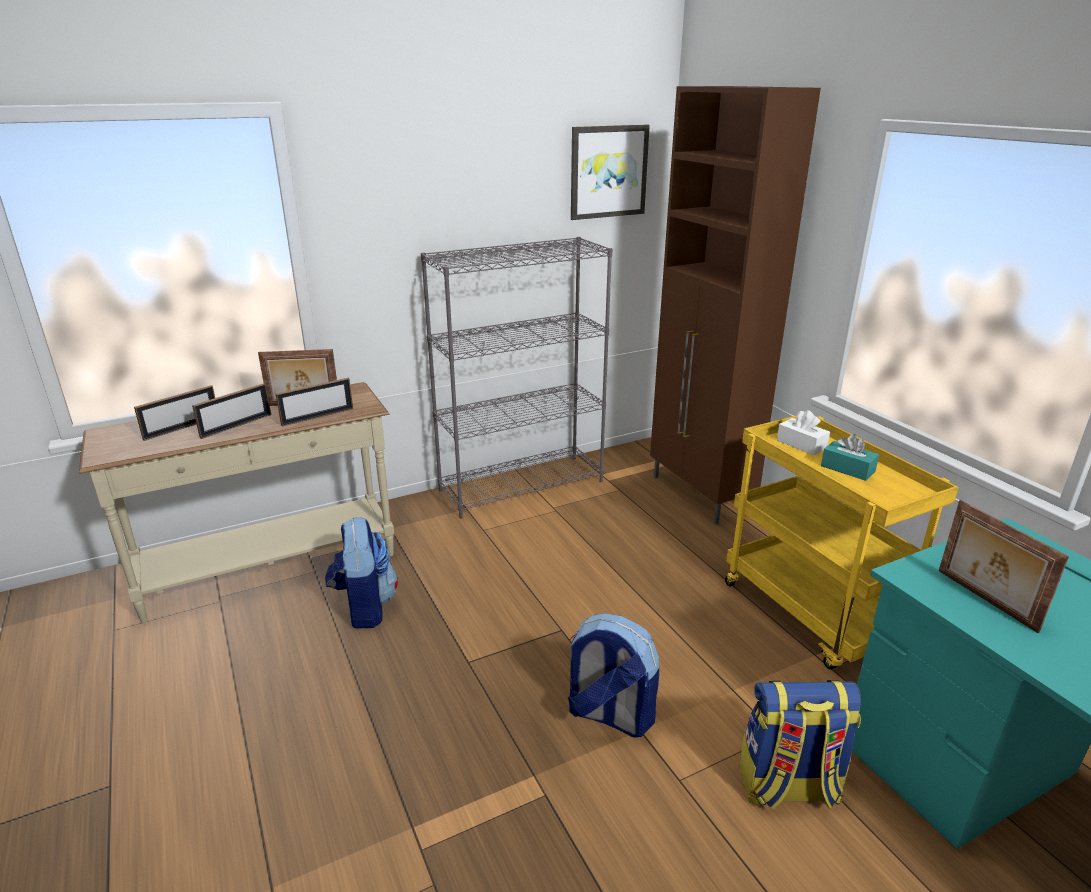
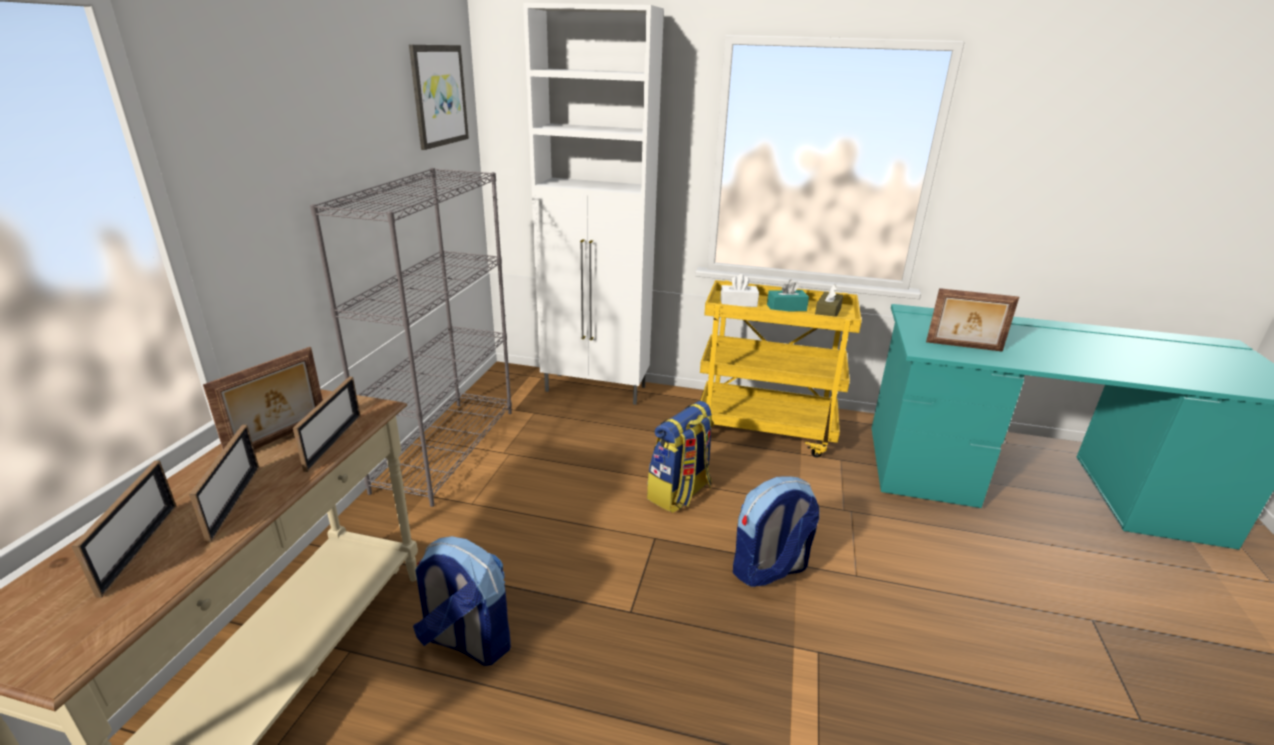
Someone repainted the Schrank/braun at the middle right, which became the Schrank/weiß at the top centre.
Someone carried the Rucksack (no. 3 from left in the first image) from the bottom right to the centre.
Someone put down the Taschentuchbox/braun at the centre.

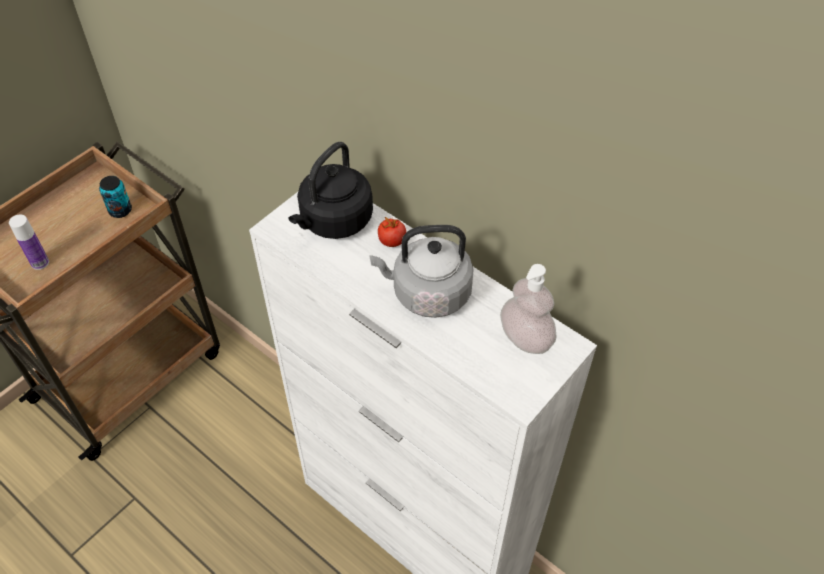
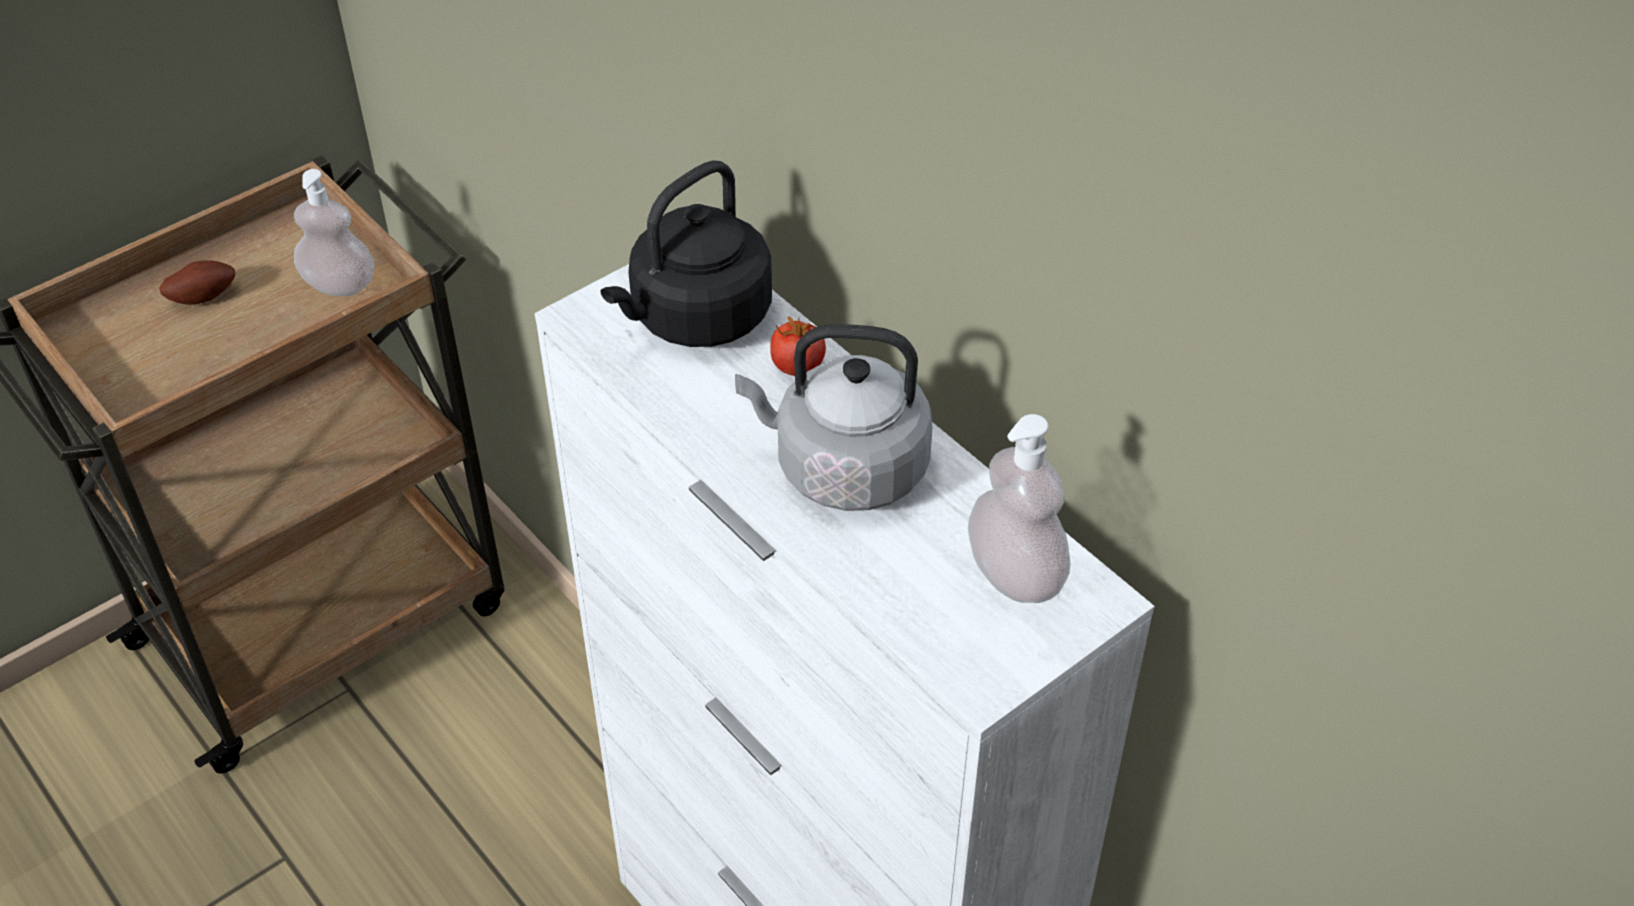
Someone swapped the Dose at the middle left for the Seifenspender (no. 1 from left) at the top left.
Someone took away the Flasche at the middle left.
Someone put down the Kartoffel at the top left.

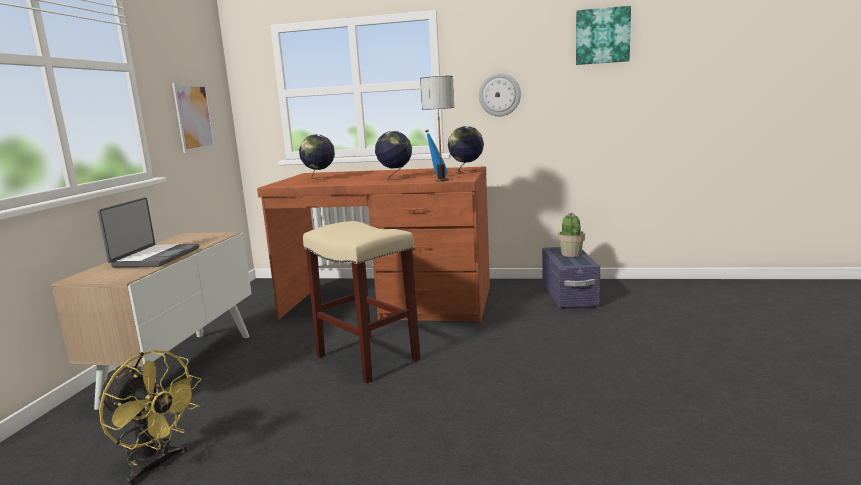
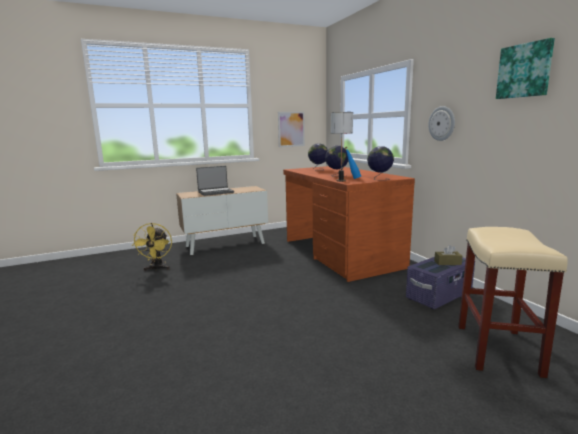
Someone swapped the Topfpflanze at the centre for the Taschentuchbox/braun at the middle right.
Someone carried the Hocker/beige from the centre to the bottom right.

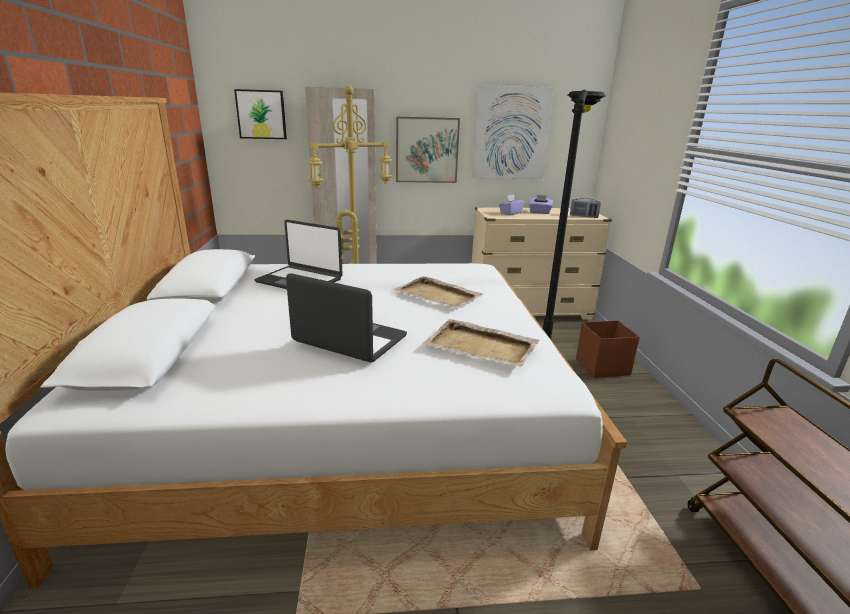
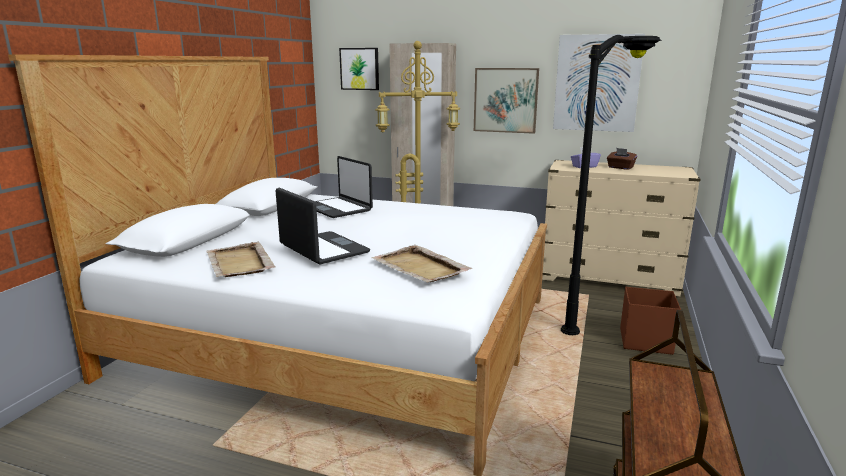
Someone repainted the Taschentuchbox/lila (no. 2 from left) at the top centre, which became the Taschentuchbox/braun at the middle right.
Someone took away the Radio at the middle right.
Someone carried the Tablett/beige (no. 1 from left) from the centre to the middle left.

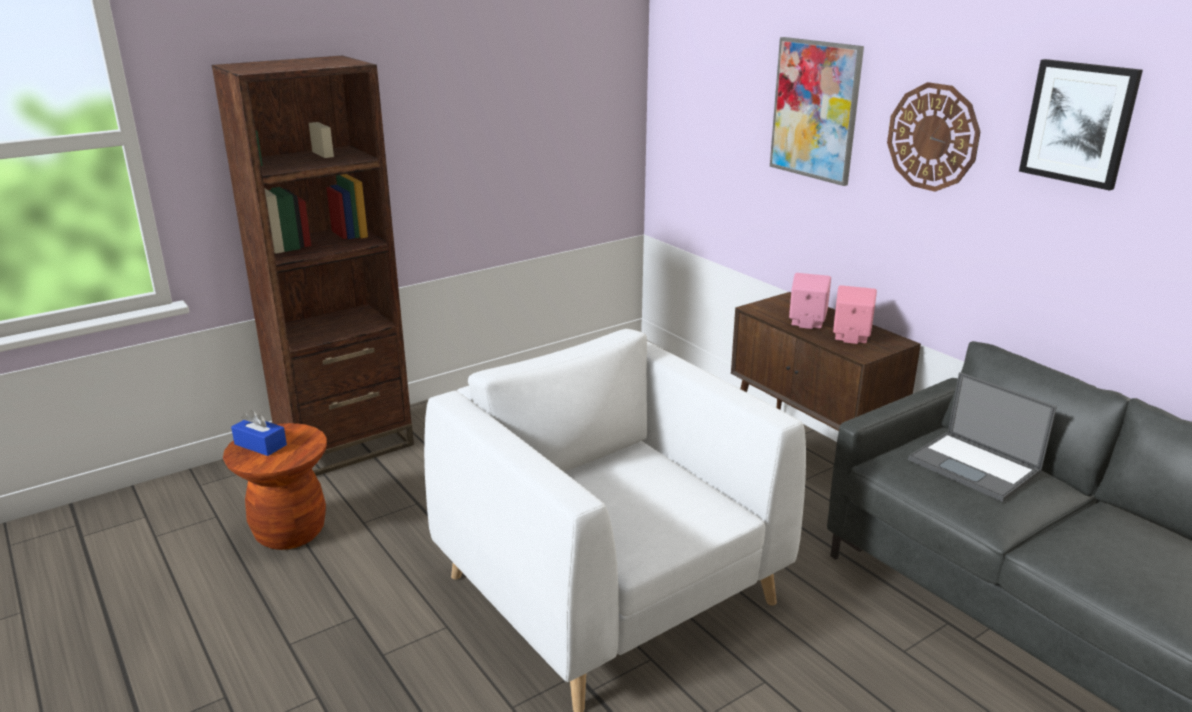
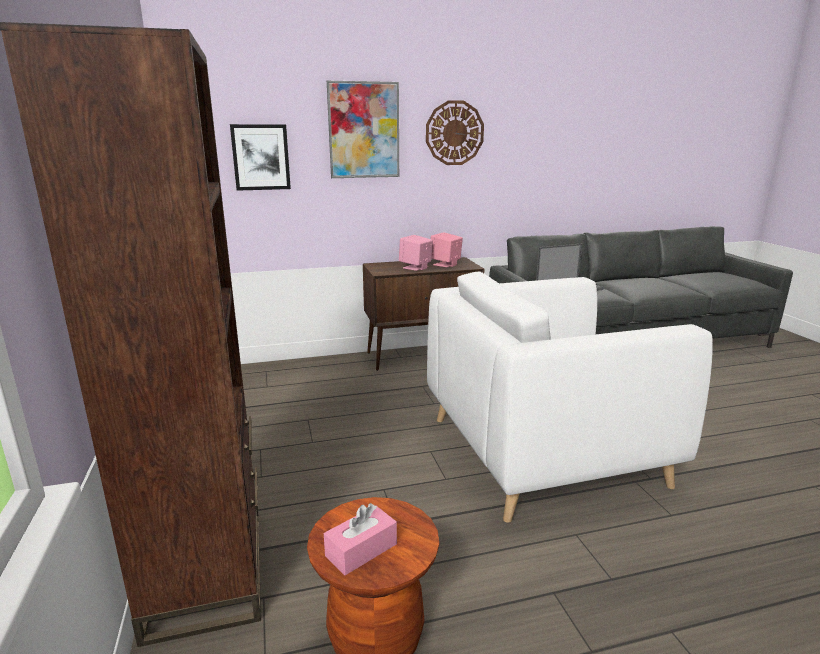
Someone carried the Bild (no. 2 from left in the first image) from the top right to the top left.
Someone repainted the Taschentuchbox/blau at the middle left, which became the Taschentuchbox/rosa at the bottom centre.

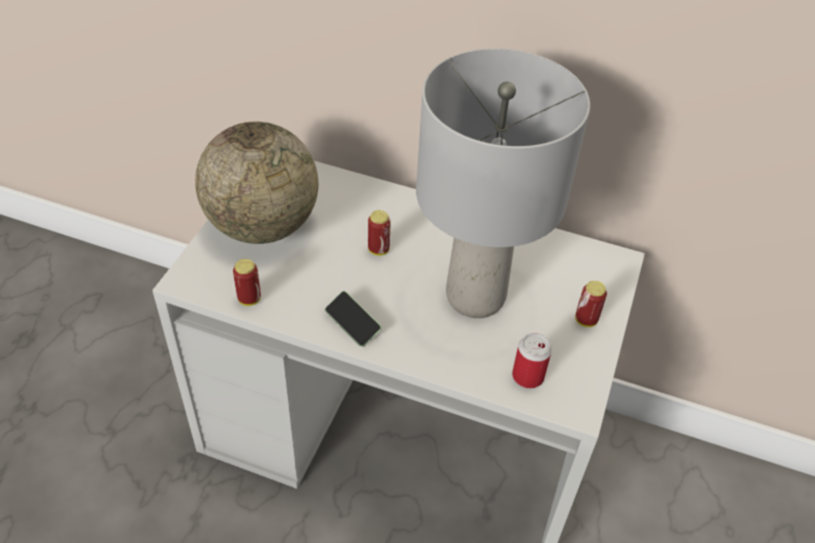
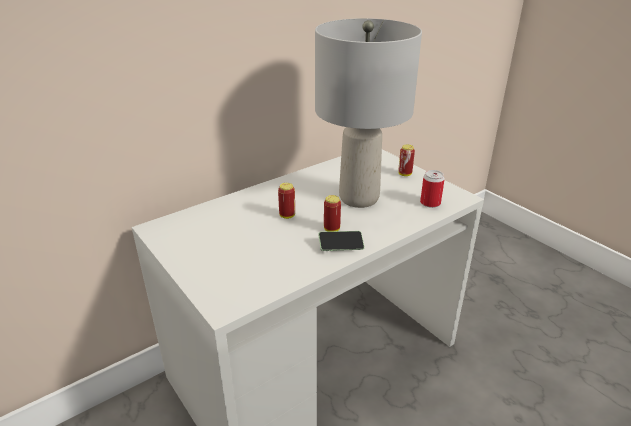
Someone took away the Globus at the middle left.
Someone carried the Dose (no. 1 from left in the first image) from the middle left to the centre.

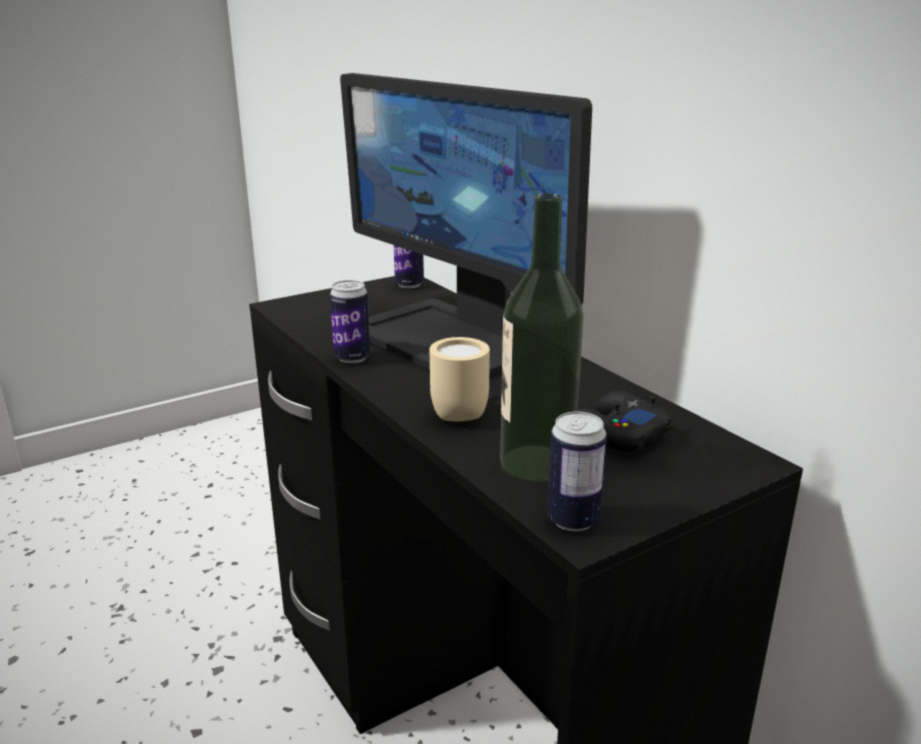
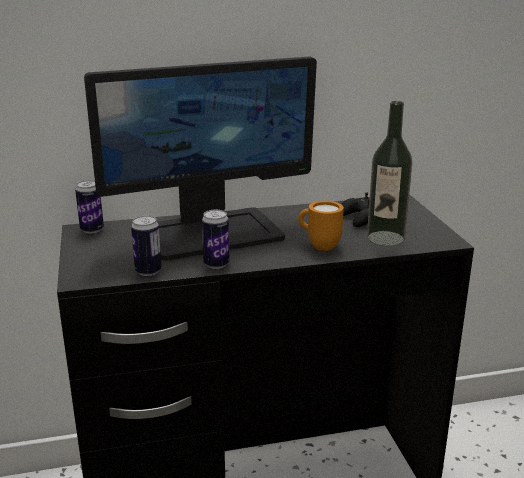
Someone repainted the Henkelbecher/beige at the centre, which became the Henkelbecher/orange at the centre.
Someone carried the Dose (no. 3 from left in the first image) from the centre to the middle left.

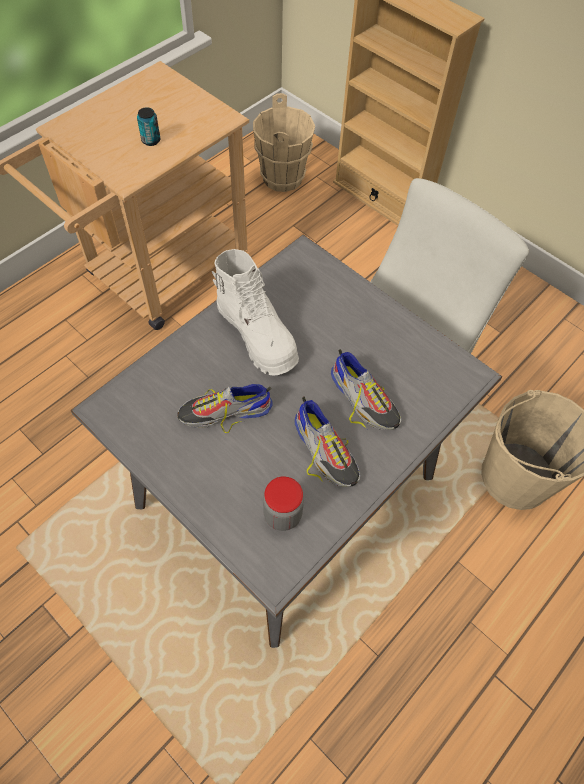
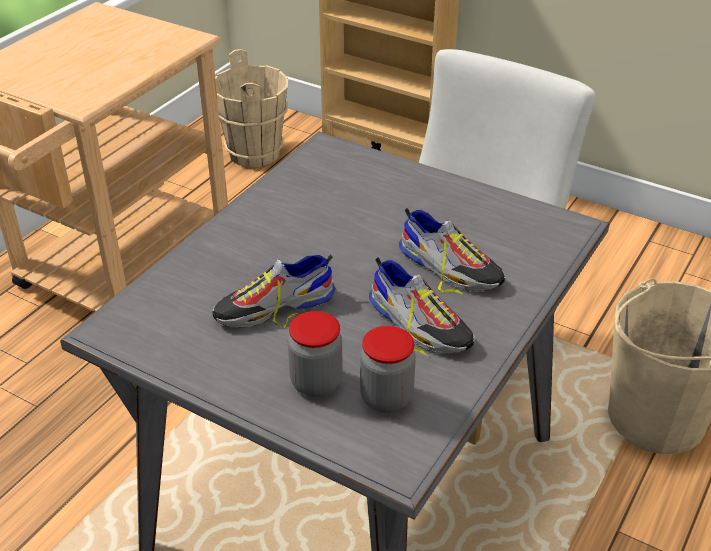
Someone took away the Dose at the top left.
Someone took away the Stiefel/weiß at the centre.
Someone put down the Vorratsglas (no. 1 from left) at the centre.

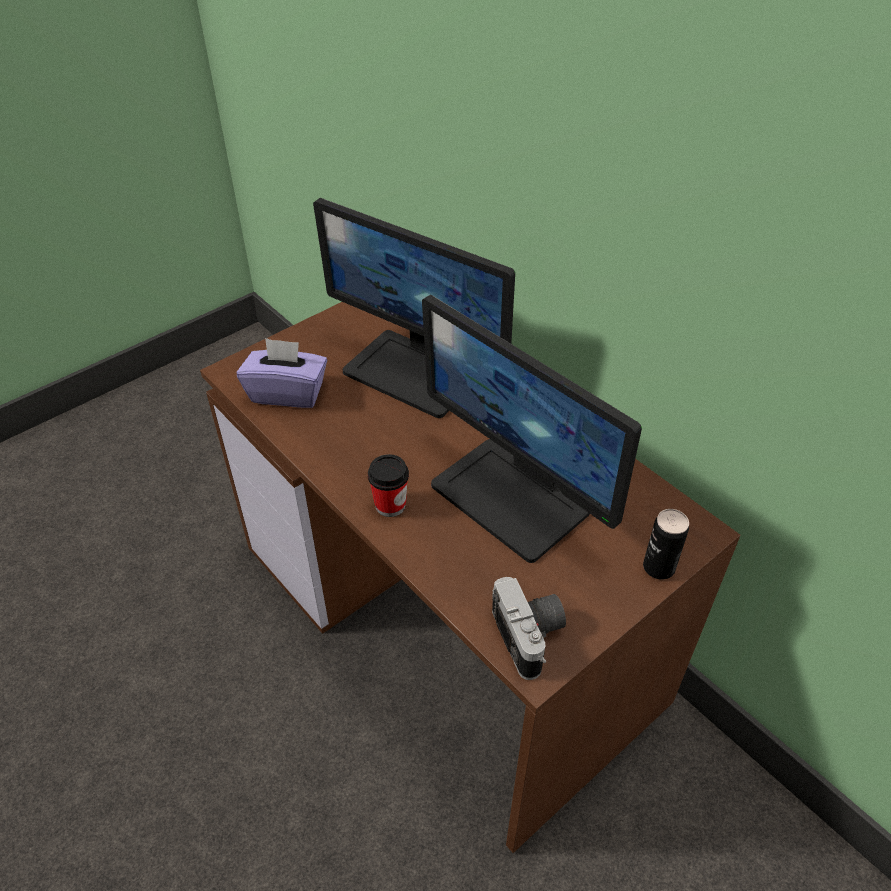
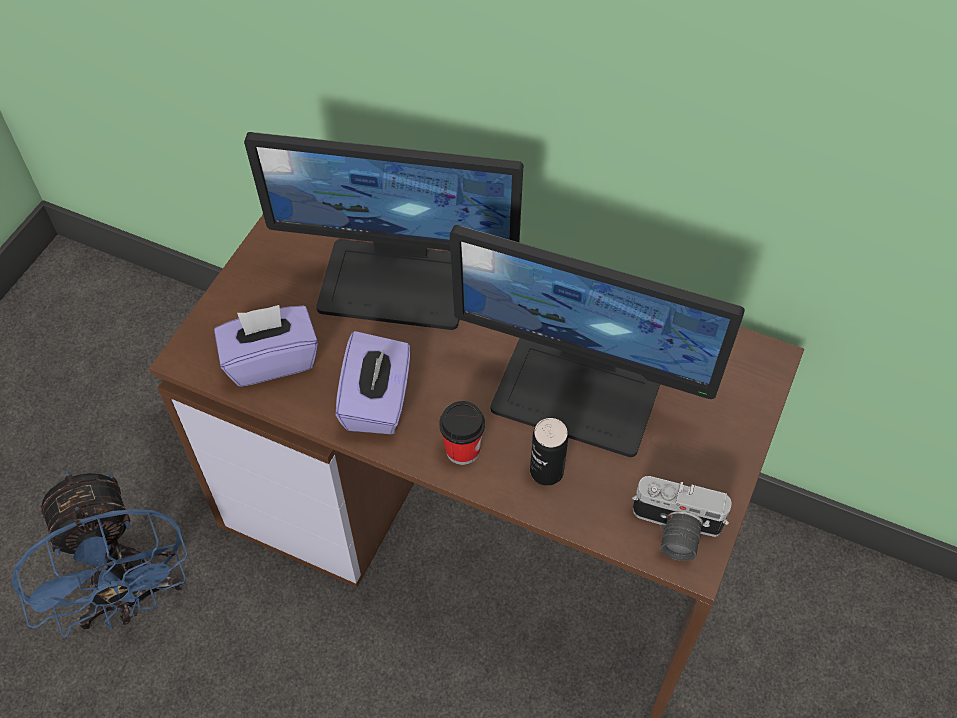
Someone carried the Dose from the middle right to the centre.
Someone rotated the Kamera at the bottom centre by 150 degrees clockwise.
Someone put down the Taschentuchbox/lila (no. 2 from left) at the centre.
Someone put down the Ventilator/blau at the bottom left.

